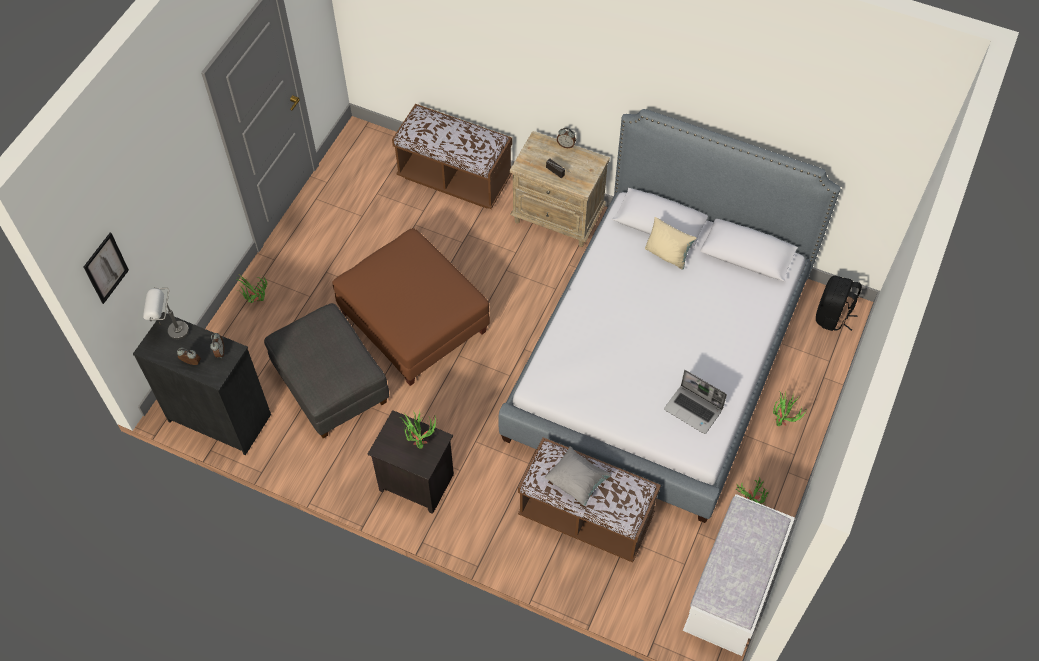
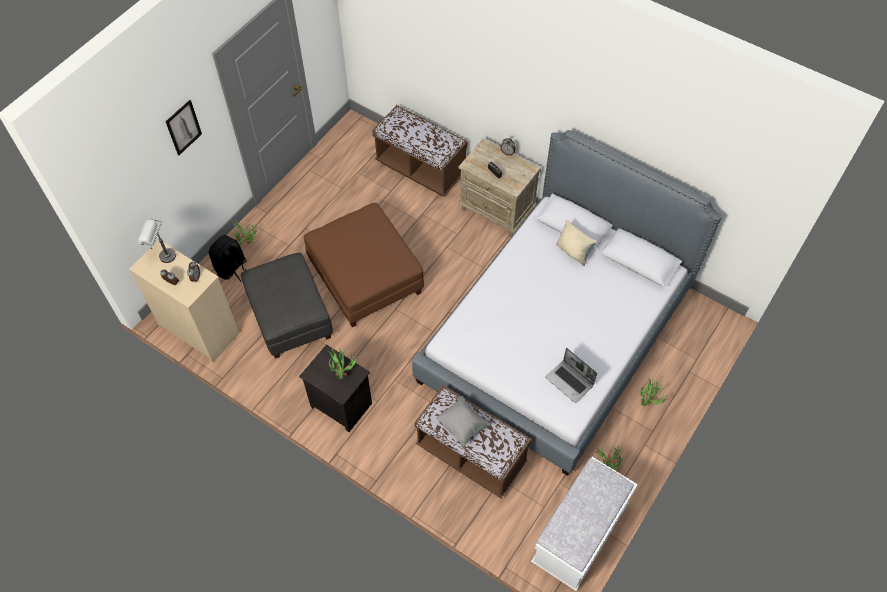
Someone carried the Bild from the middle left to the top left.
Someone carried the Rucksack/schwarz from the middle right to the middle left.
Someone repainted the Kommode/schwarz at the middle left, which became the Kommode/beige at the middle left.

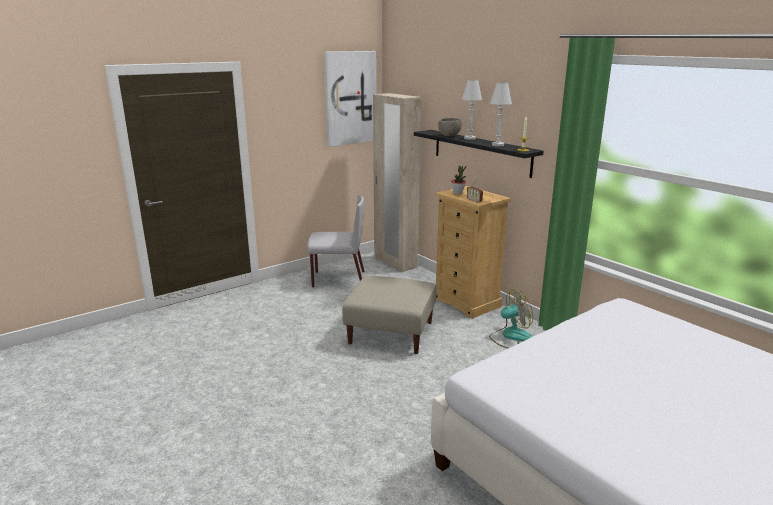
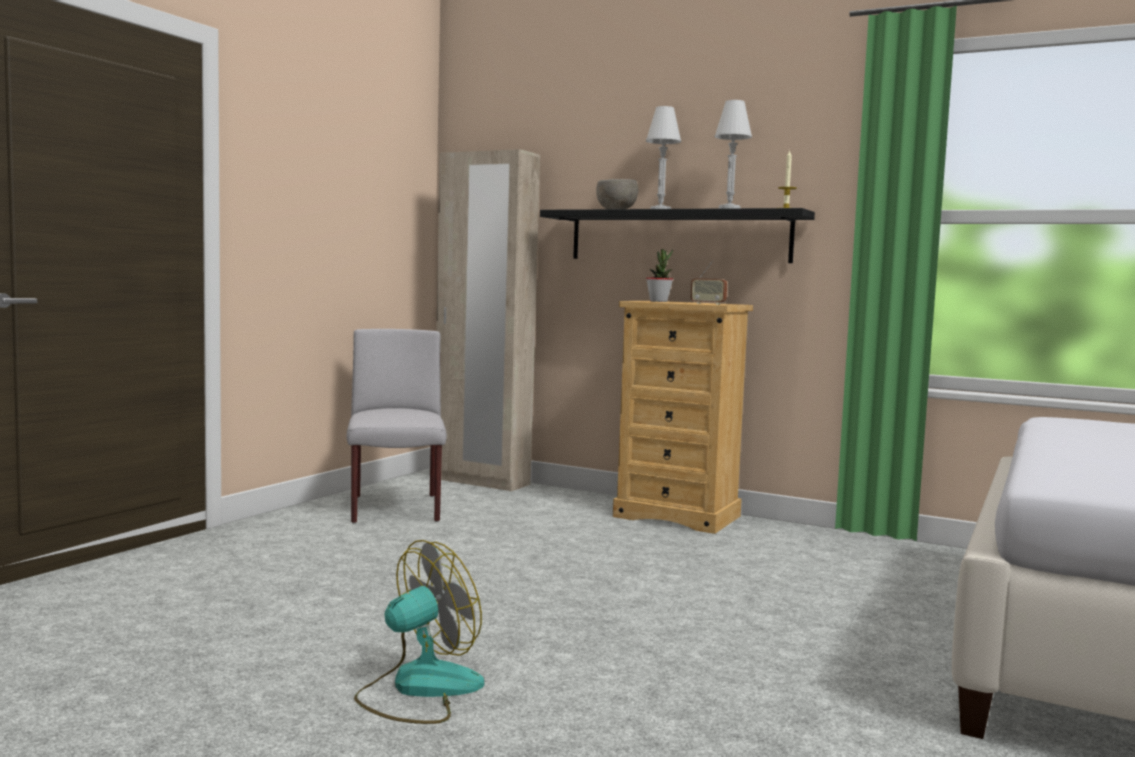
Someone took away the Bild at the top centre.
Someone rotated the Stuhl/grau at the centre by 75 degrees counterclockwise.
Someone took away the Polsterhocker/beige at the centre.
Someone carried the Ventilator from the centre to the bottom centre.

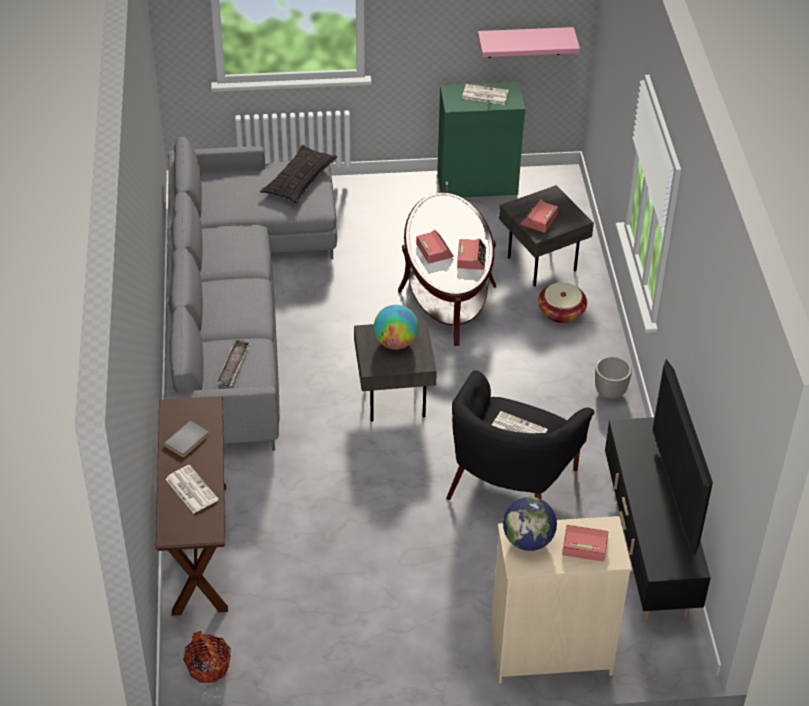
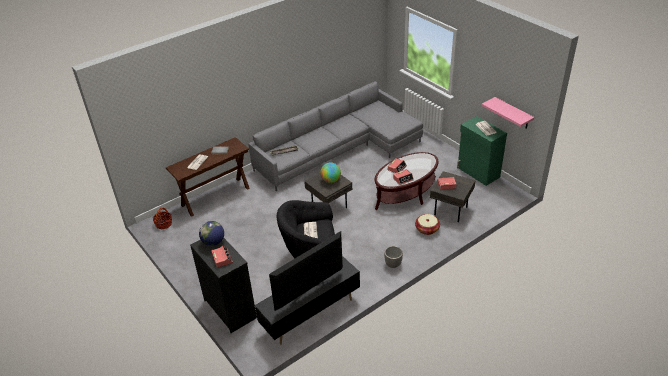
Someone took away the Kissen at the top centre.
Someone repainted the Kommode/beige at the bottom right, which became the Kommode/schwarz at the bottom centre.

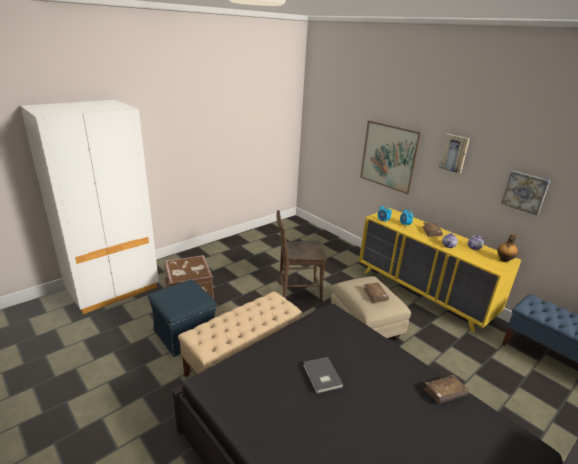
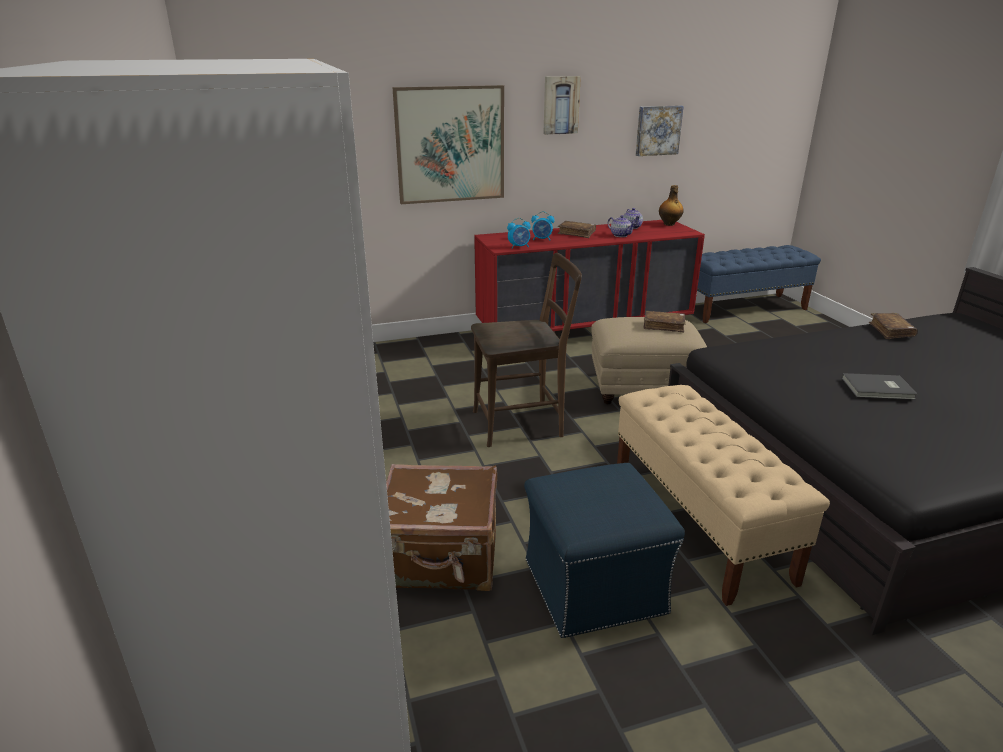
Someone repainted the Kommode/gelb at the middle right, which became the Kommode/rot at the centre.
Someone rotated the Stuhl/braun at the centre by 120 degrees counterclockwise.

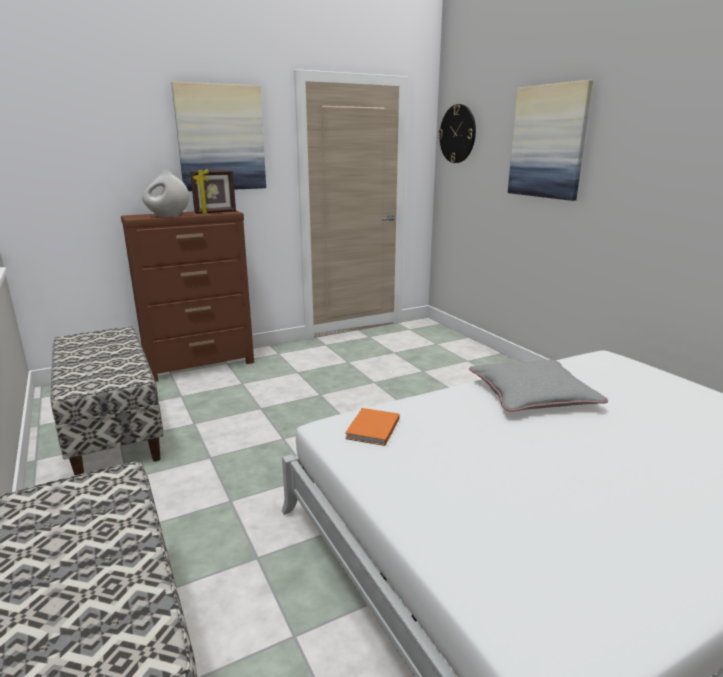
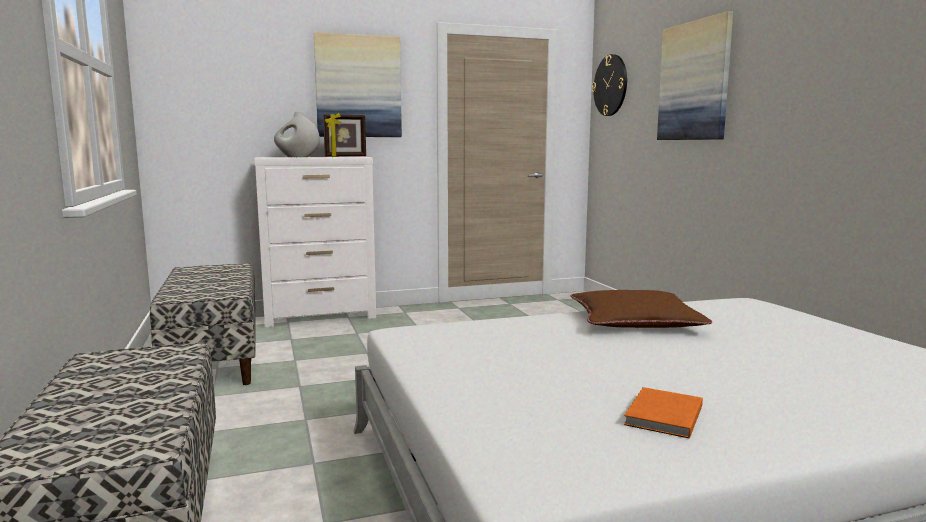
Someone repainted the Kommode/braun at the middle left, which became the Kommode/weiß at the centre.
Someone repainted the Kissen/grau at the middle right, which became the Kissen/braun at the middle right.
Someone carried the Buch/orange from the centre to the bottom right.

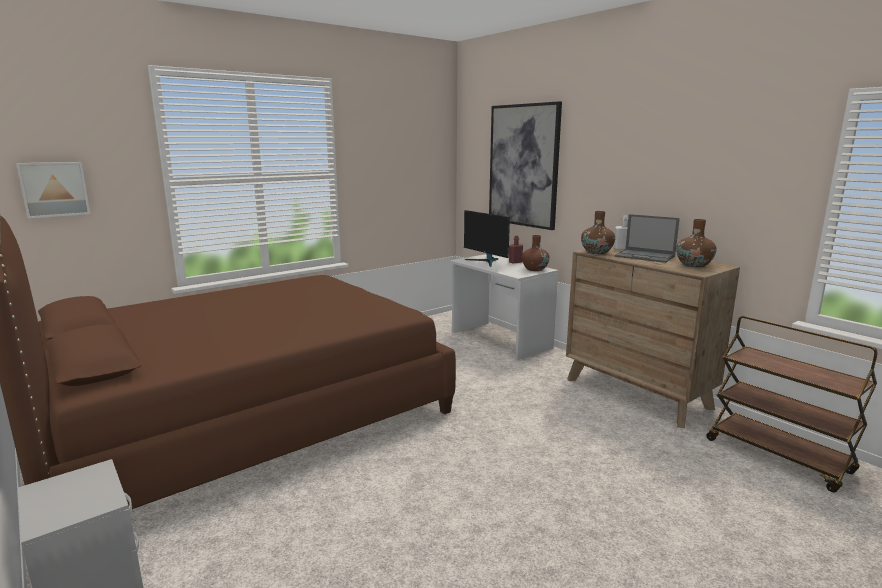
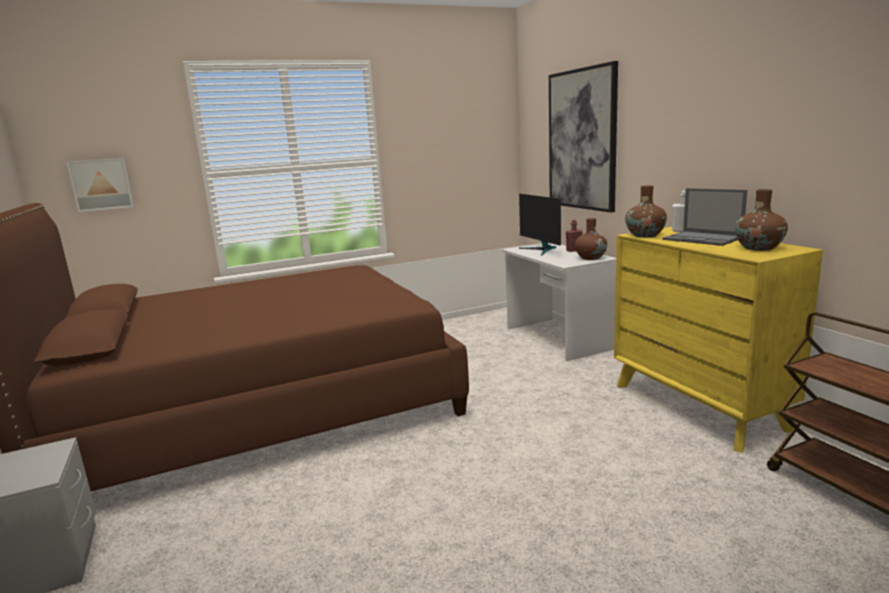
Someone repainted the Kommode/braun at the middle right, which became the Kommode/gelb at the middle right.

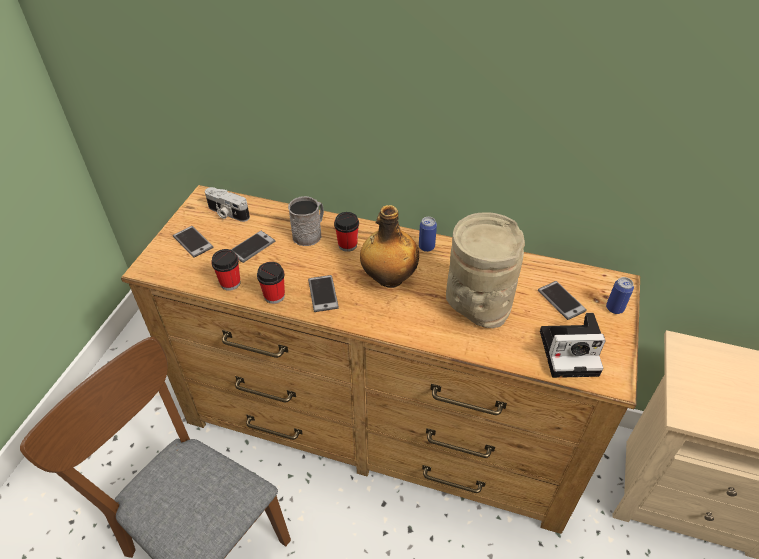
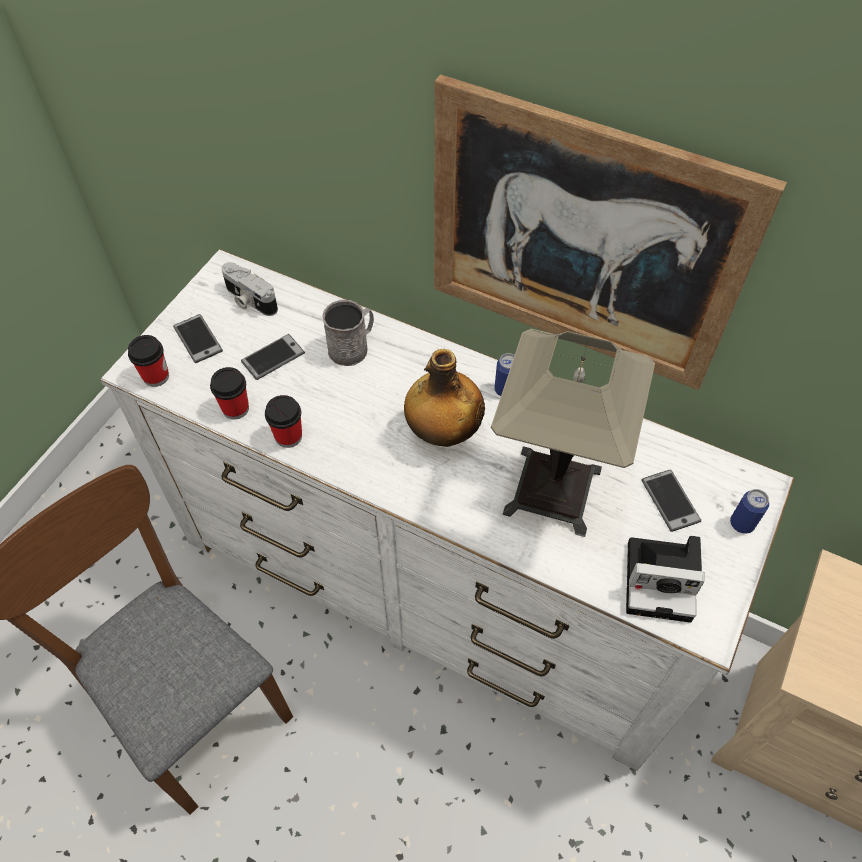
Someone repainted the Kommode/braun at the centre, which became the Kommode/weiß at the centre.
Someone carried the Tasse (no. 3 from left in the first image) from the centre to the middle left.
Someone swapped the Vase/beige at the centre for the Tischlampe at the centre.
Someone took away the Handy (no. 3 from left) at the centre.
Someone put up the Bild at the top right.

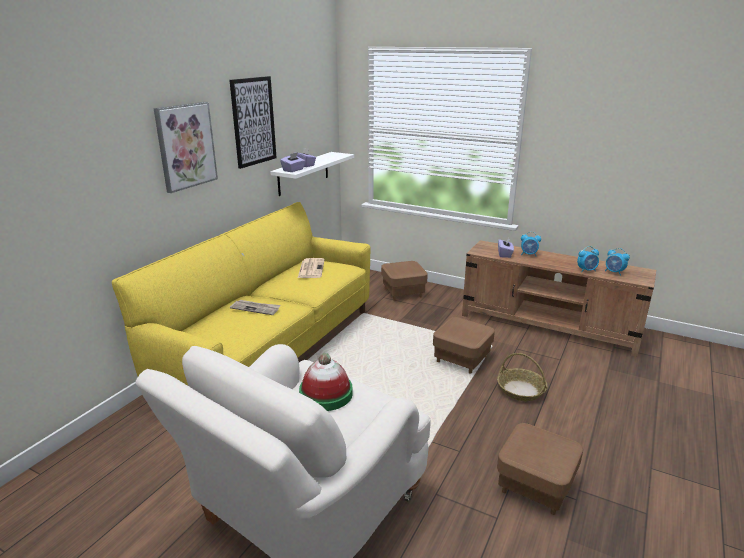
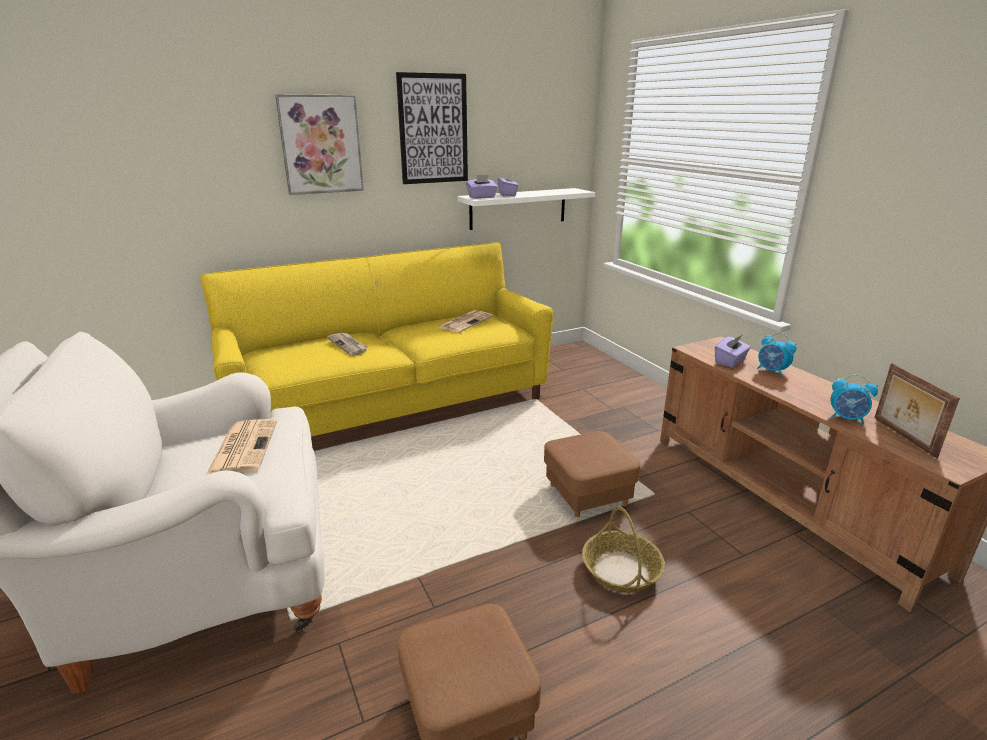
Someone swapped the Wecker (no. 3 from left) at the middle right for the Bilderrahmen at the middle right.
Someone took away the Polsterhocker/braun (no. 1 from left) at the centre.
Someone swapped the Hut at the bottom centre for the Zeitung (no. 1 from left) at the middle left.

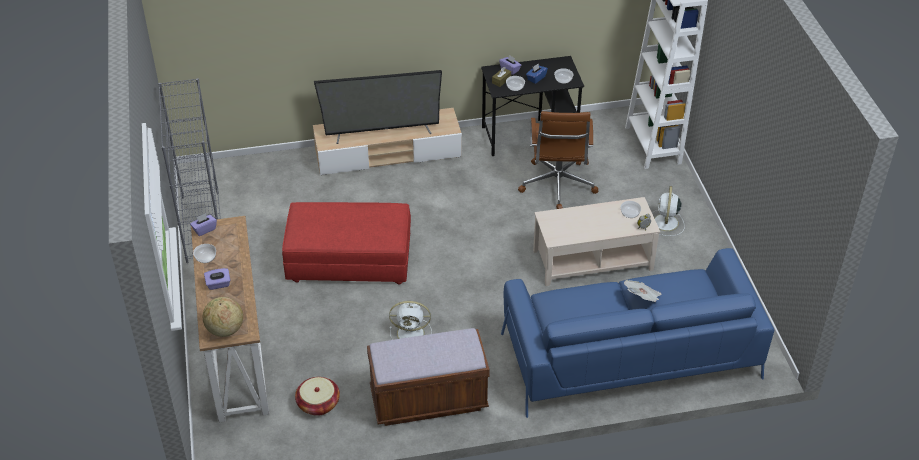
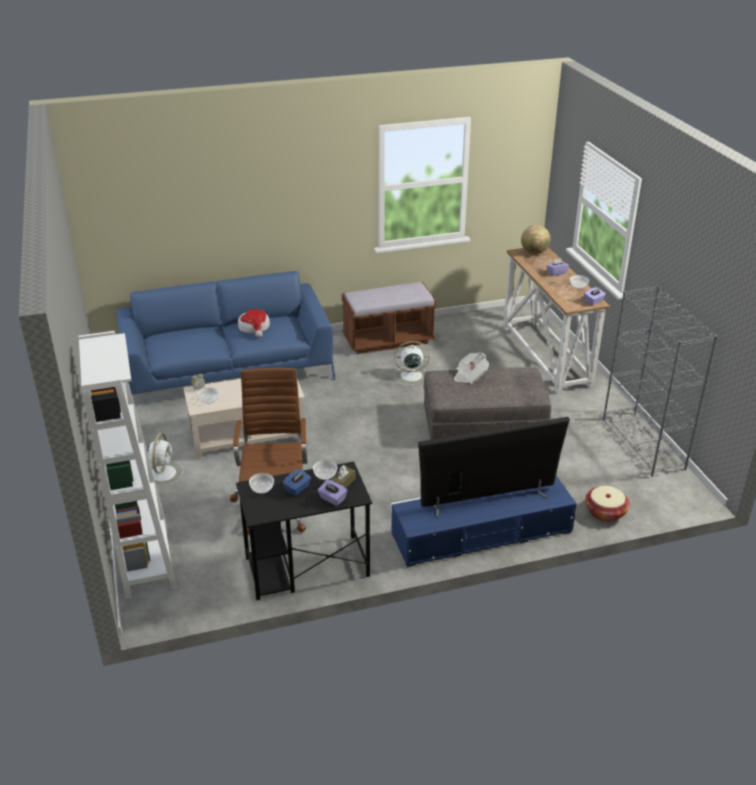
Someone repainted the Fernsehschrank/beige at the top centre, which became the Fernsehschrank/blau at the centre.
Someone repainted the Polsterhocker/rot at the centre, which became the Polsterhocker/grau at the centre.
Someone carried the Zeitung from the middle right to the centre.
Someone carried the Korb from the bottom centre to the middle right.
Someone put down the Hut at the centre.

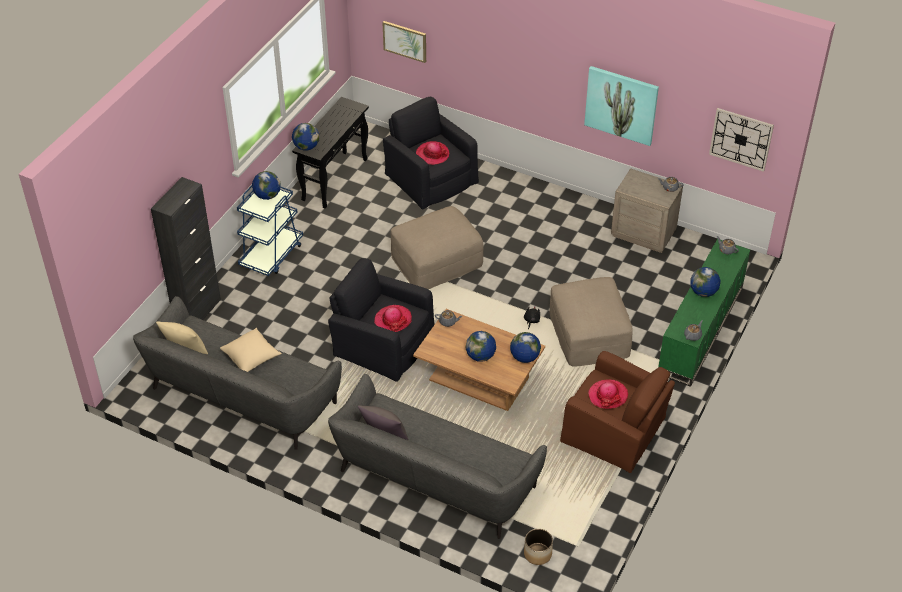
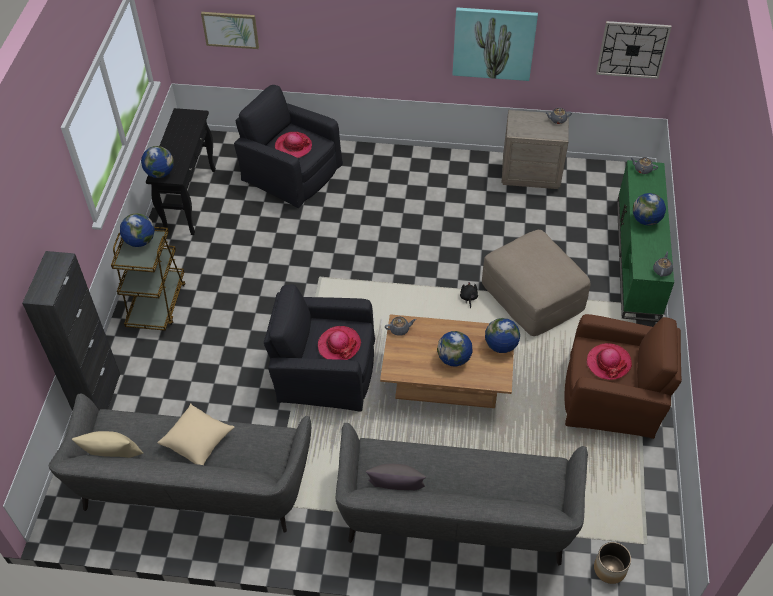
Someone repainted the Rollwagen/blau at the middle left, which became the Rollwagen/braun at the middle left.
Someone took away the Polsterhocker/beige (no. 1 from left) at the centre.

